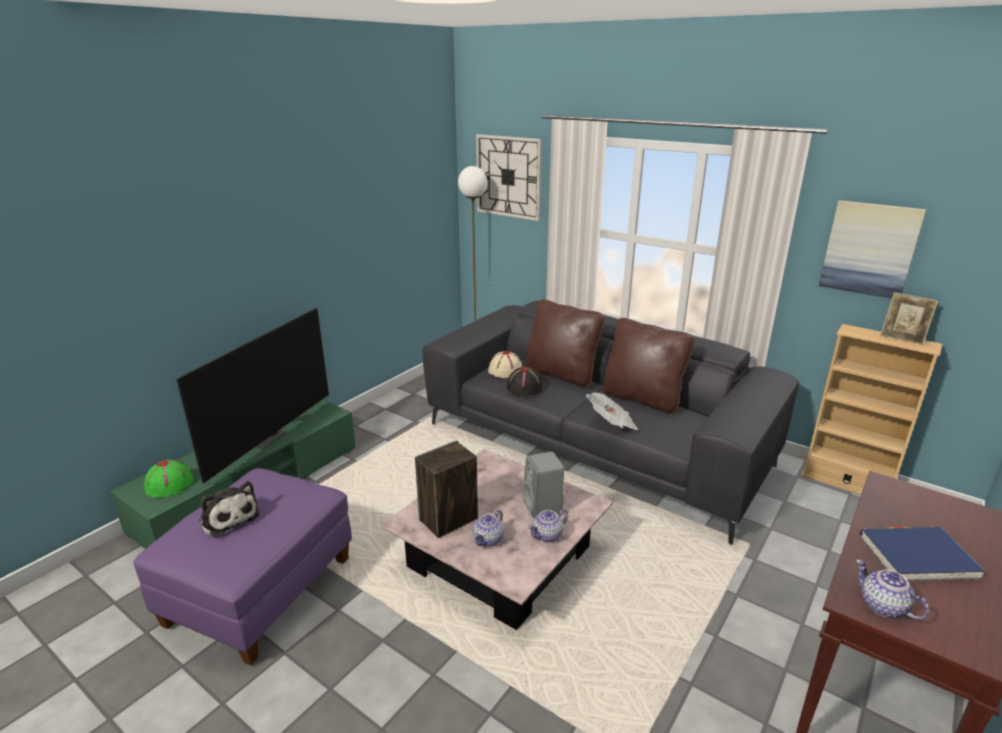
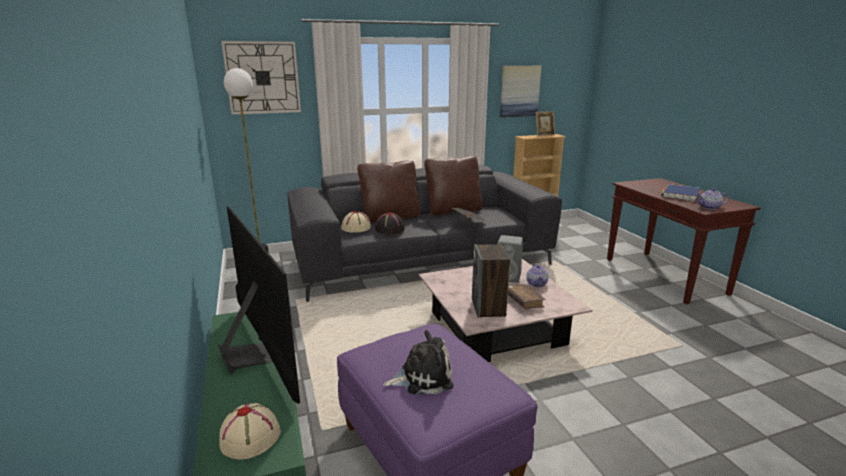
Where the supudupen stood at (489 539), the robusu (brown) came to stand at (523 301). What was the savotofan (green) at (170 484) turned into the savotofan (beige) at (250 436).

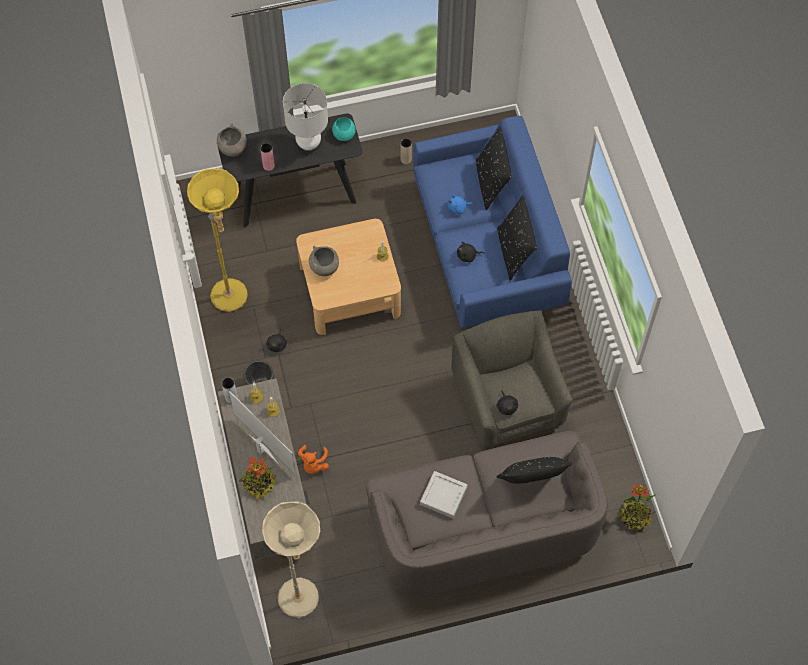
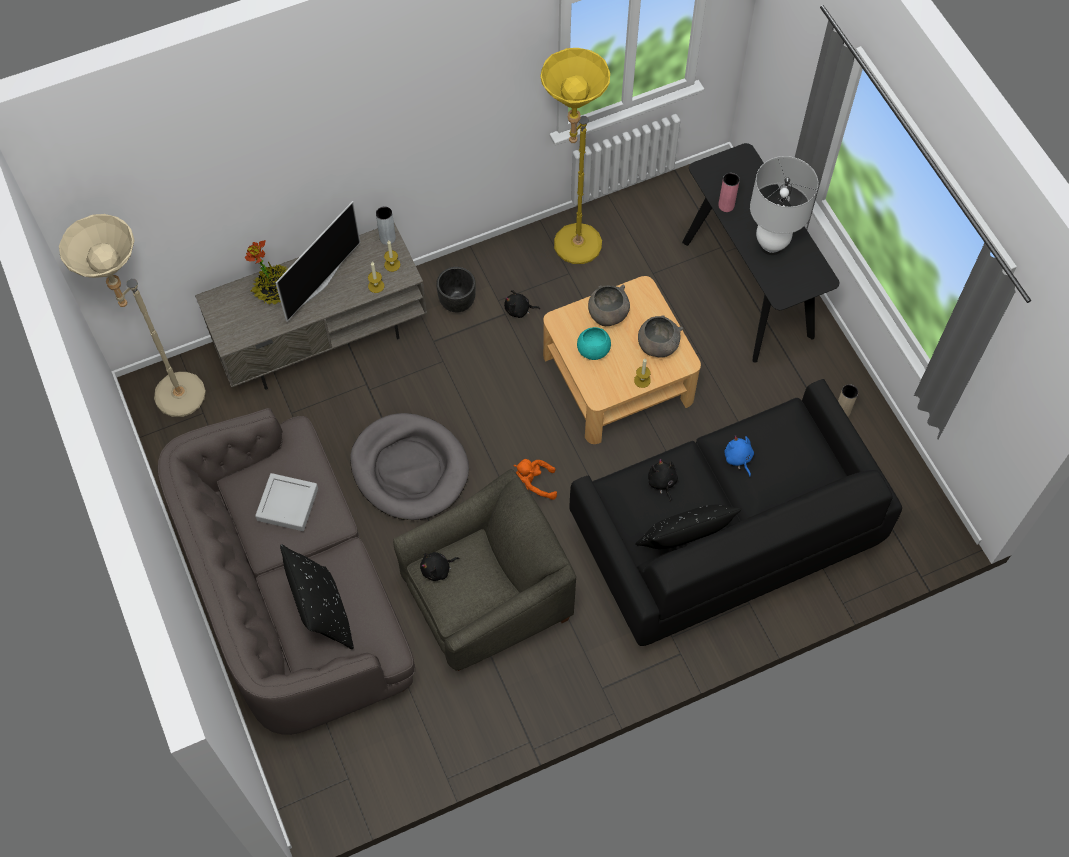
The second view lost the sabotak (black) at (491 183). The second view lost the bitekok at (635 517). The second view gained the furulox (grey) at (410 469). The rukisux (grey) ended up elsewhere, having gone from (232 149) to (657 346). The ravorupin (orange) ended up elsewhere, having gone from (313 464) to (532 486). The rukisux (turquoise) ended up elsewhere, having gone from (344 134) to (592 349). What was the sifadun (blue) at (486 249) turned into the sifadun (black) at (723 537).

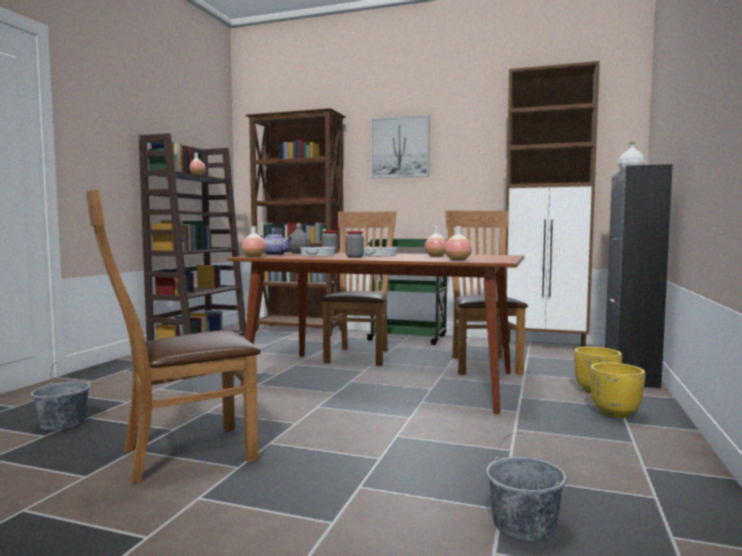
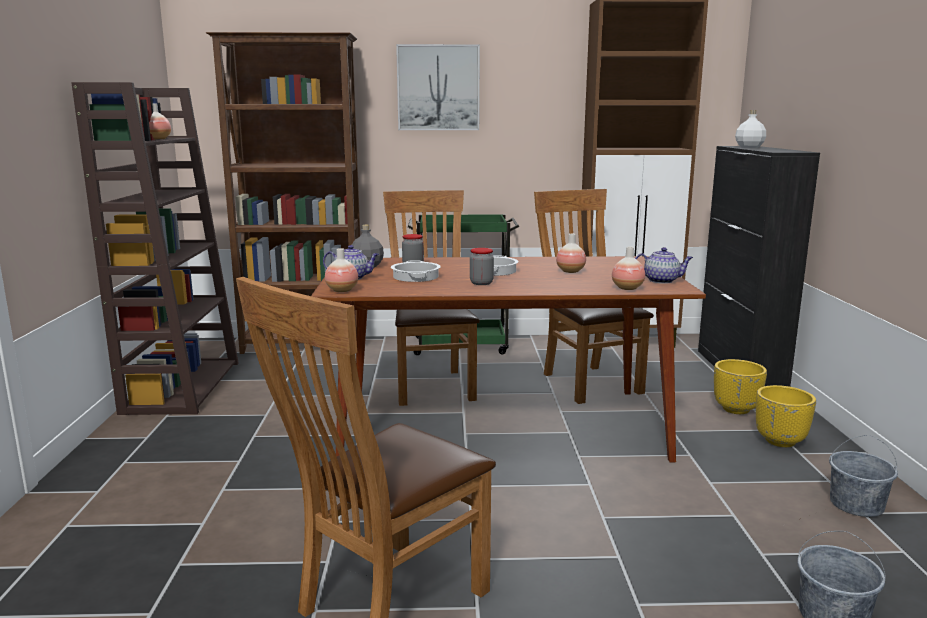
The second view gained the supudupen at (662 281). The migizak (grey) ended up elsewhere, having gone from (63 423) to (857 504).

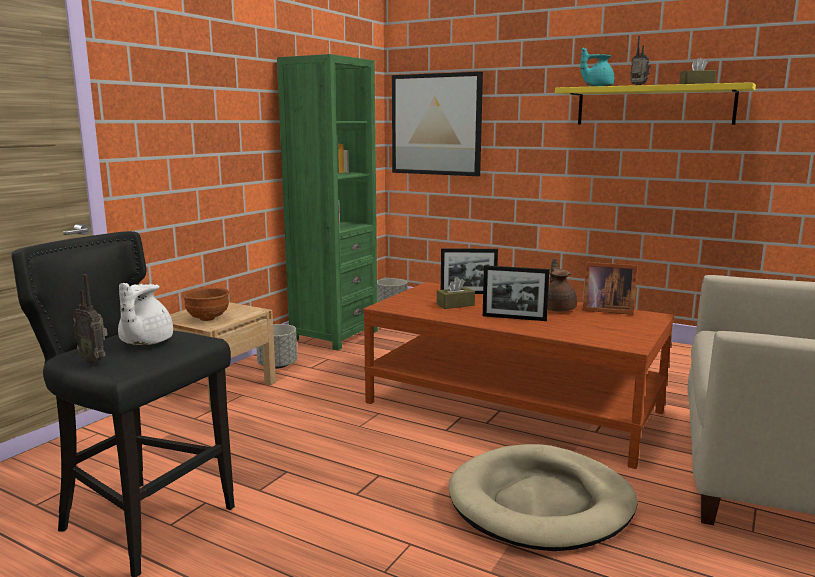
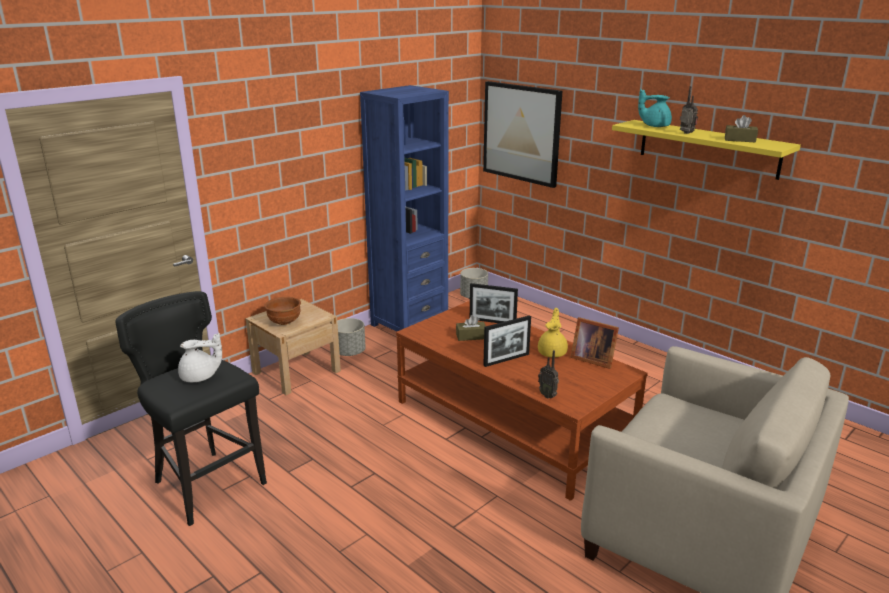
The second view lost the furulox (beige) at (541 503). The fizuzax ended up elsewhere, having gone from (94 360) to (548 395). What was the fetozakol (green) at (334 335) turned into the fetozakol (blue) at (409 323). What was the supudupen (brown) at (558 309) turned into the supudupen (yellow) at (552 352). The supudupen (white) at (145 342) ended up facing another way, 120 degrees counterclockwise from before. The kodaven at (514 318) ended up facing another way, 60 degrees counterclockwise from before.

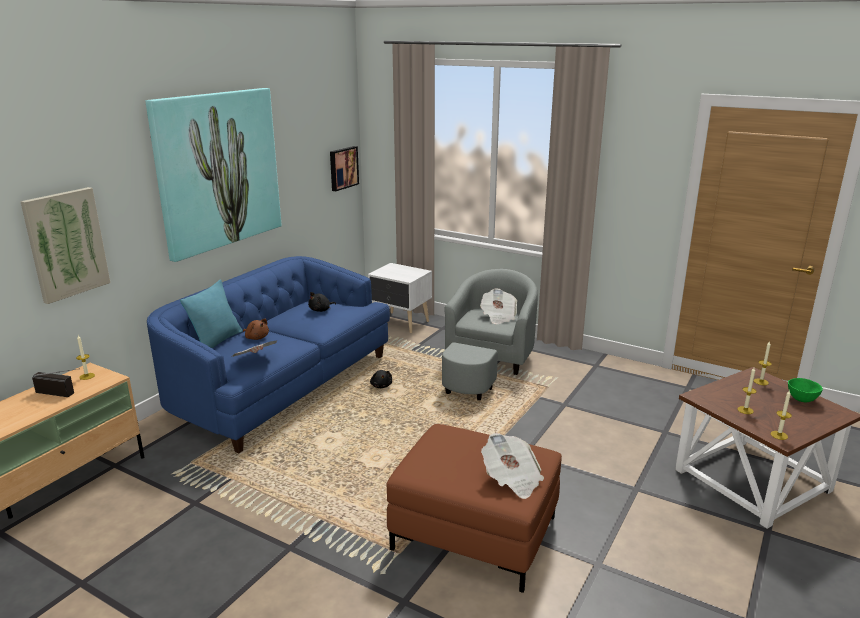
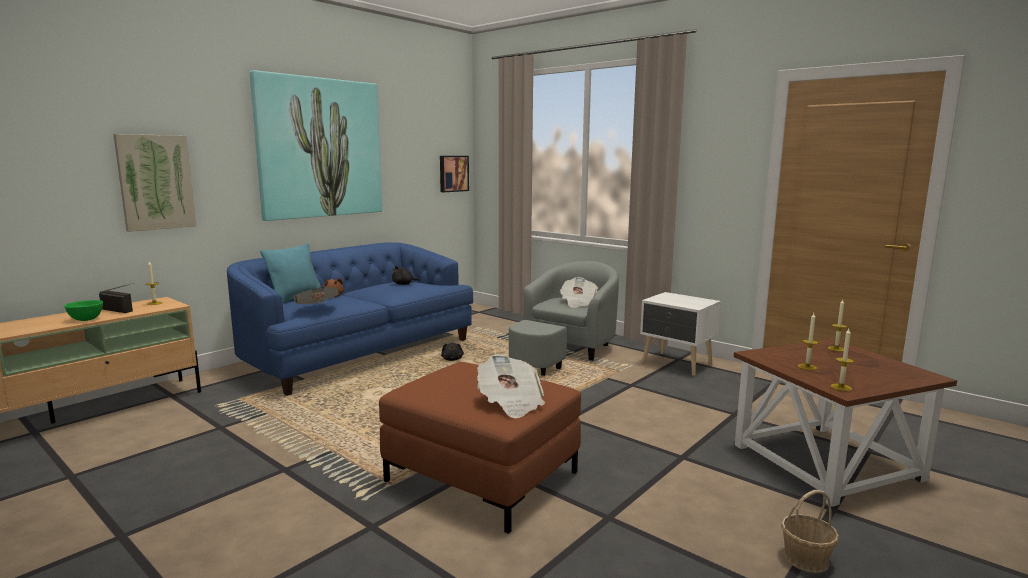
The second view gained the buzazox at (806 558). The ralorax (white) ended up elsewhere, having gone from (401 323) to (677 364). The rukisux (green) ended up elsewhere, having gone from (801 399) to (85 319).

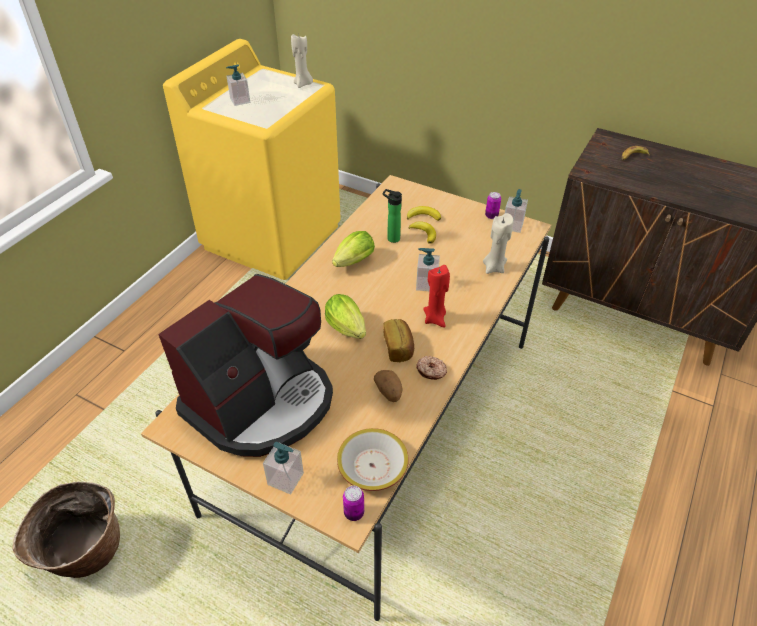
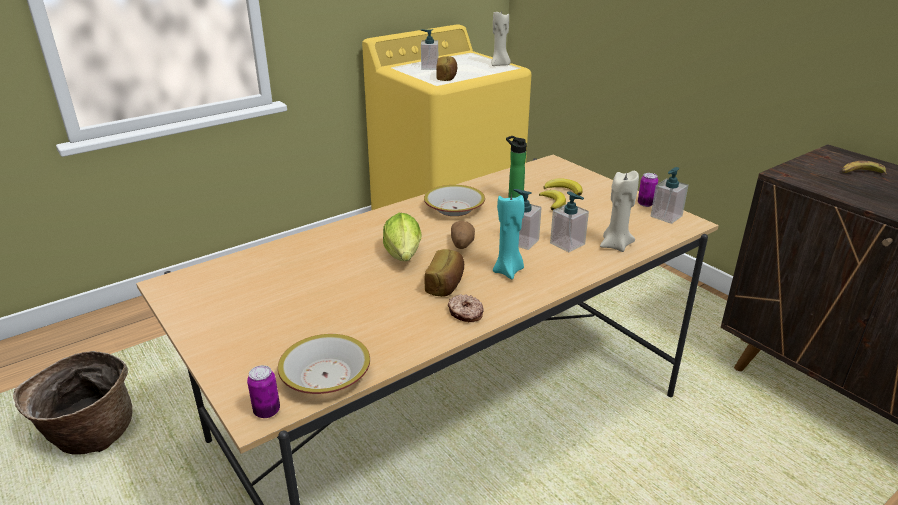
The second view lost the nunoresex at (262 402). The second view gained the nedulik at (447 77). The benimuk ended up elsewhere, having gone from (286 479) to (567 244). The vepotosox ended up elsewhere, having gone from (389 392) to (462 244). Where the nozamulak stood at (352 263), the rukisux came to stand at (454 209). What was the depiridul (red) at (435 318) turned into the depiridul (turquoise) at (508 271).

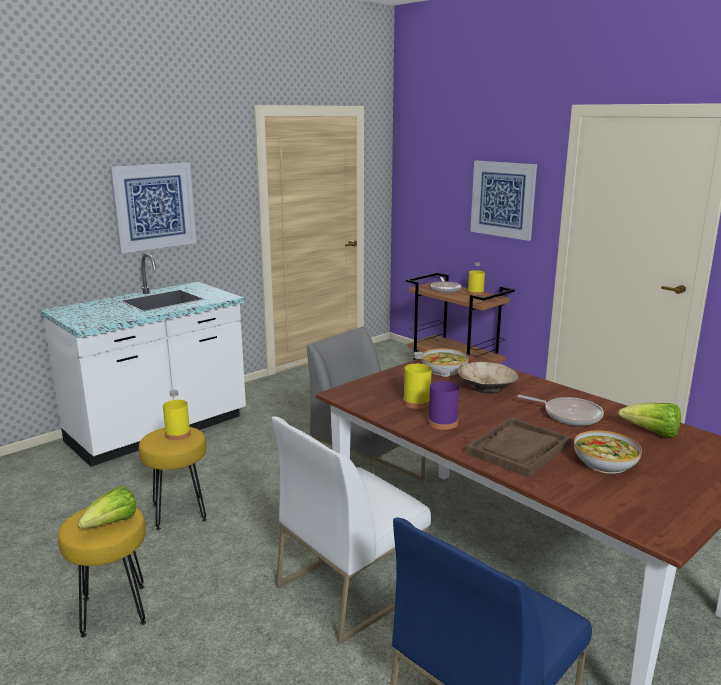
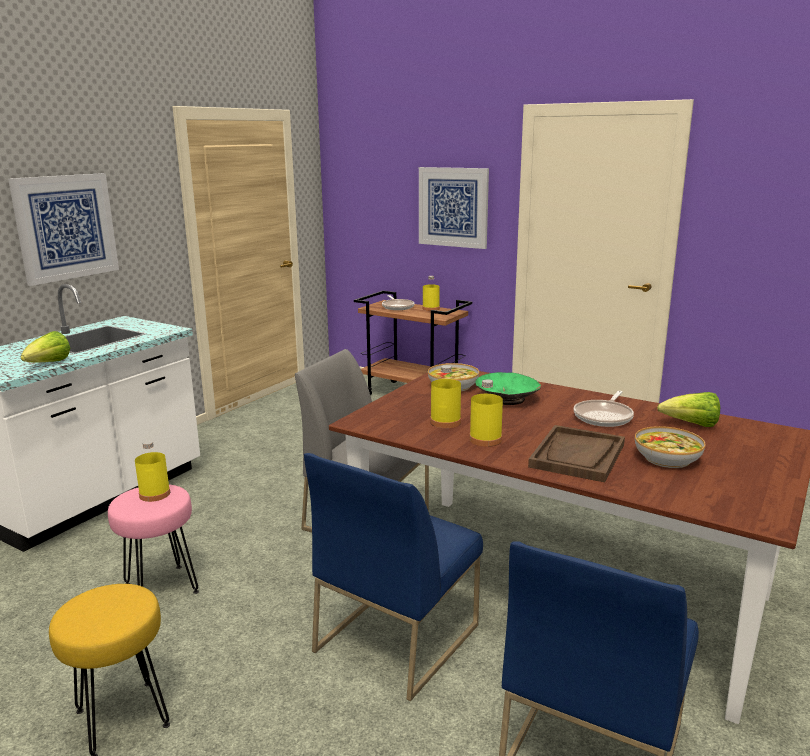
The nozamulak ended up elsewhere, having gone from (112 524) to (49 364). What was the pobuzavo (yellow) at (180 512) turned into the pobuzavo (pink) at (161 587). What was the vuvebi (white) at (351 587) turned into the vuvebi (blue) at (396 636). What was the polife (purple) at (442 423) turned into the polife (yellow) at (485 439). What was the rukisux (beige) at (486 387) turned into the rukisux (green) at (507 399). The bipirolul at (569 415) ended up facing another way, 105 degrees clockwise from before.

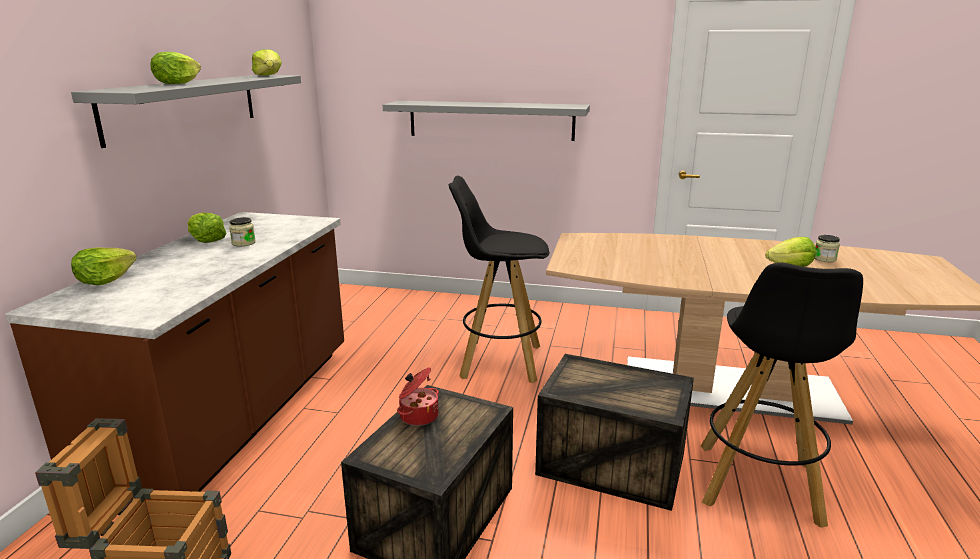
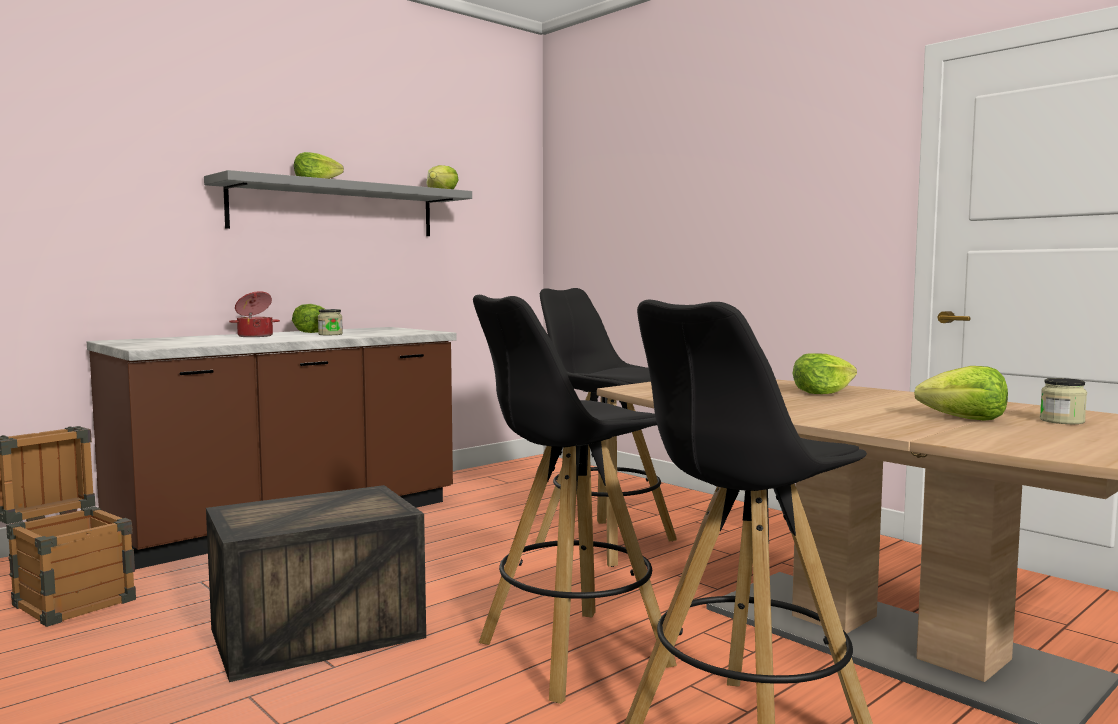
The second view lost the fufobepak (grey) at (491 120). The nozamulak ended up elsewhere, having gone from (105 280) to (822 392). The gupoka ended up elsewhere, having gone from (418 415) to (255 336). Where the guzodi stood at (609 464), the pobuzavo (black) came to stand at (571 655).

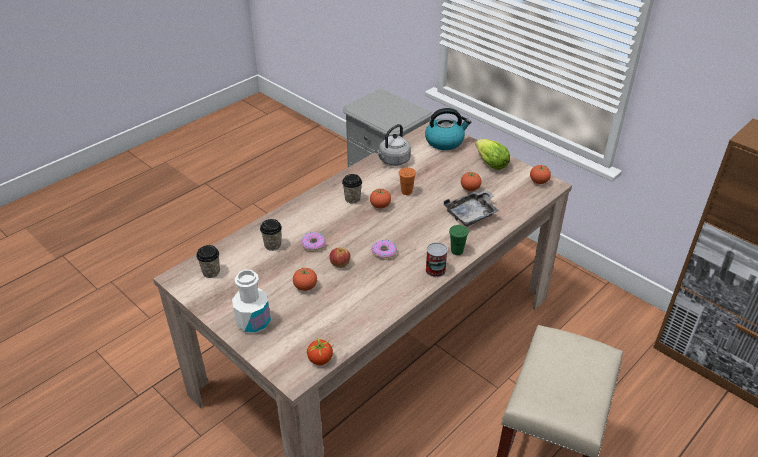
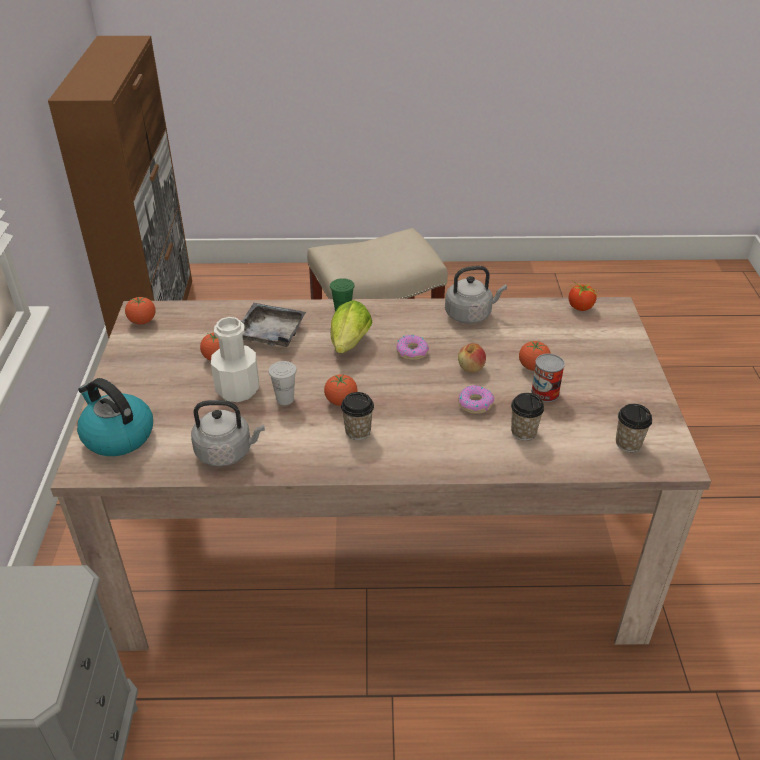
The second view gained the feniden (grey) at (470 314). The polife (white) ended up elsewhere, having gone from (253 322) to (237 389). The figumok ended up elsewhere, having gone from (435 270) to (545 392). The nozamulak ended up elsewhere, having gone from (489 163) to (348 346). What was the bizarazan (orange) at (406 191) turned into the bizarazan (white) at (285 399).

